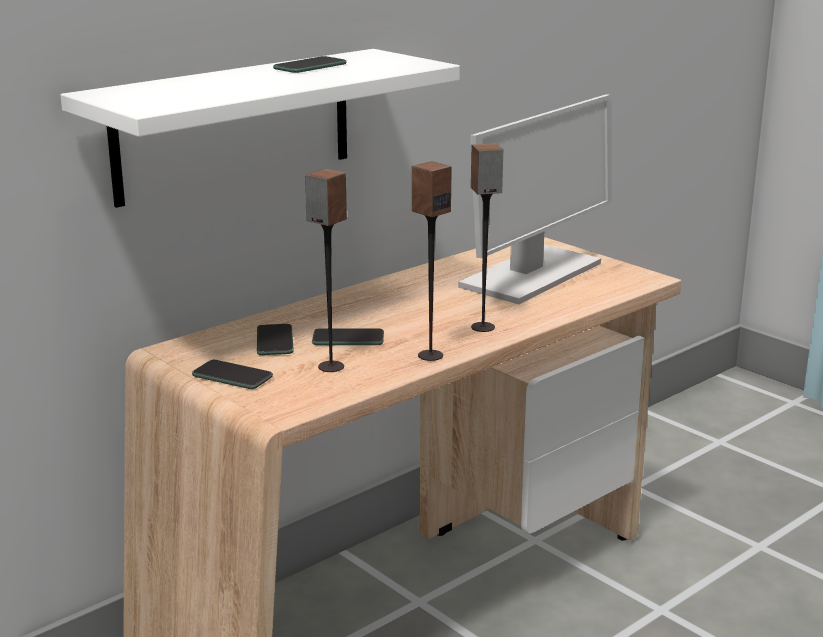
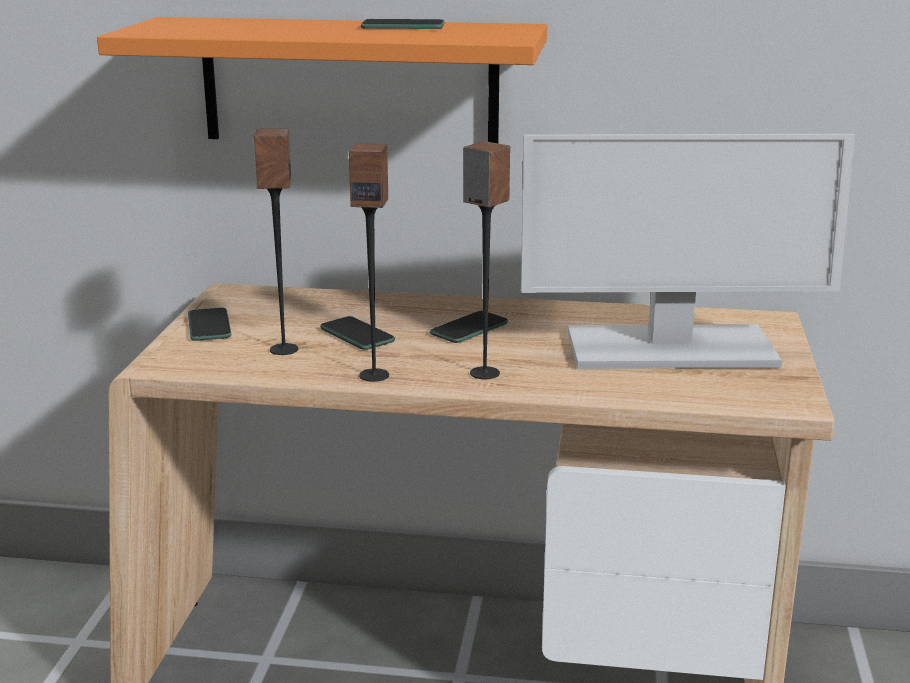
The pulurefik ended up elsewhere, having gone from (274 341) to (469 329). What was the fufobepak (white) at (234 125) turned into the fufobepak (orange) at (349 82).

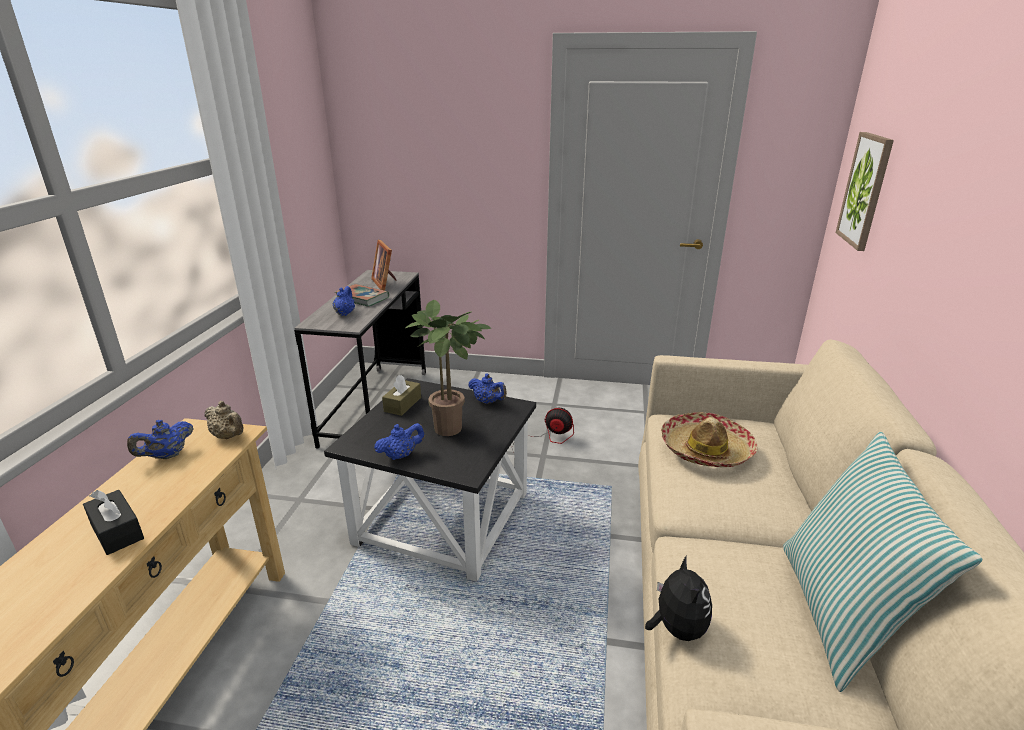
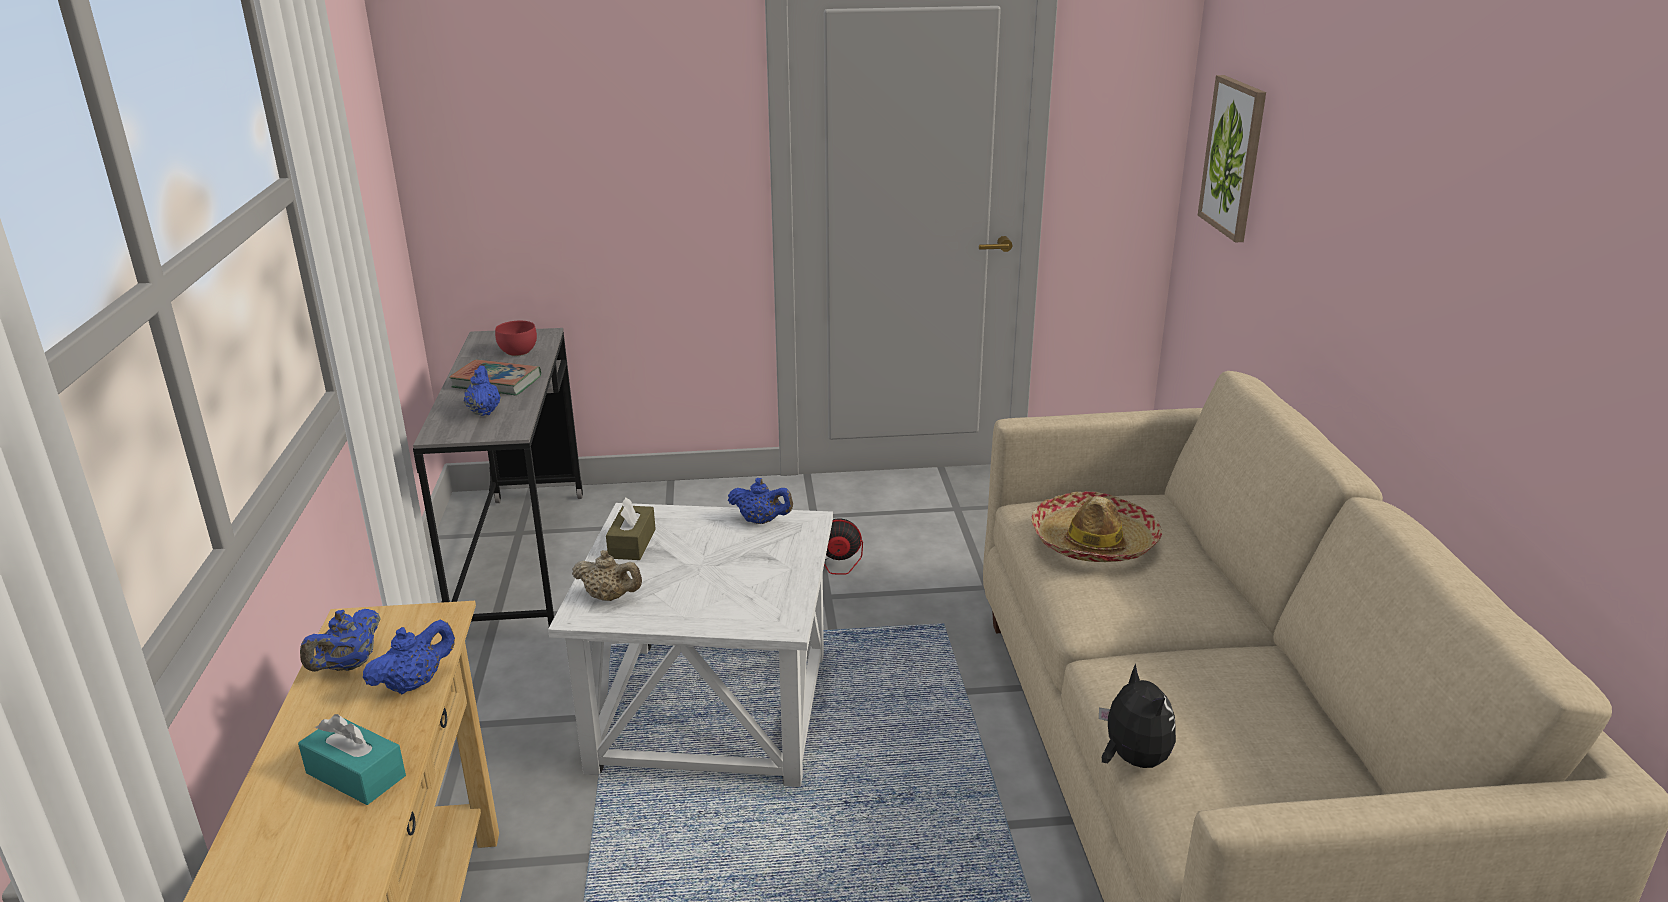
The second view lost the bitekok at (453 429). The second view lost the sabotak at (840 614). The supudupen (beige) ended up elsewhere, having gone from (229 436) to (610 597). The supudupen (blue) ended up elsewhere, having gone from (401 455) to (414 683). Where the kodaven stood at (386 283), the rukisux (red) came to stand at (520 352). What was the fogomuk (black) at (117 531) turned into the fogomuk (turquoise) at (356 774). What was the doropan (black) at (445 517) turned into the doropan (white) at (715 709).

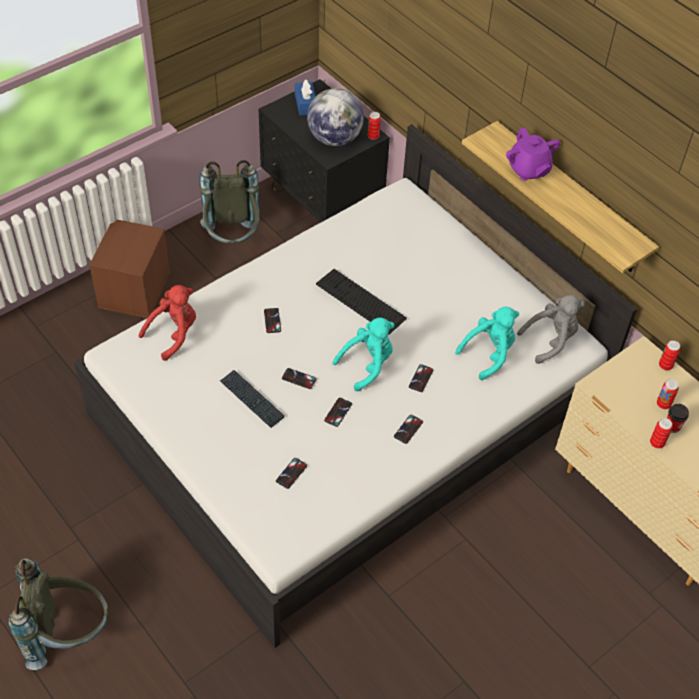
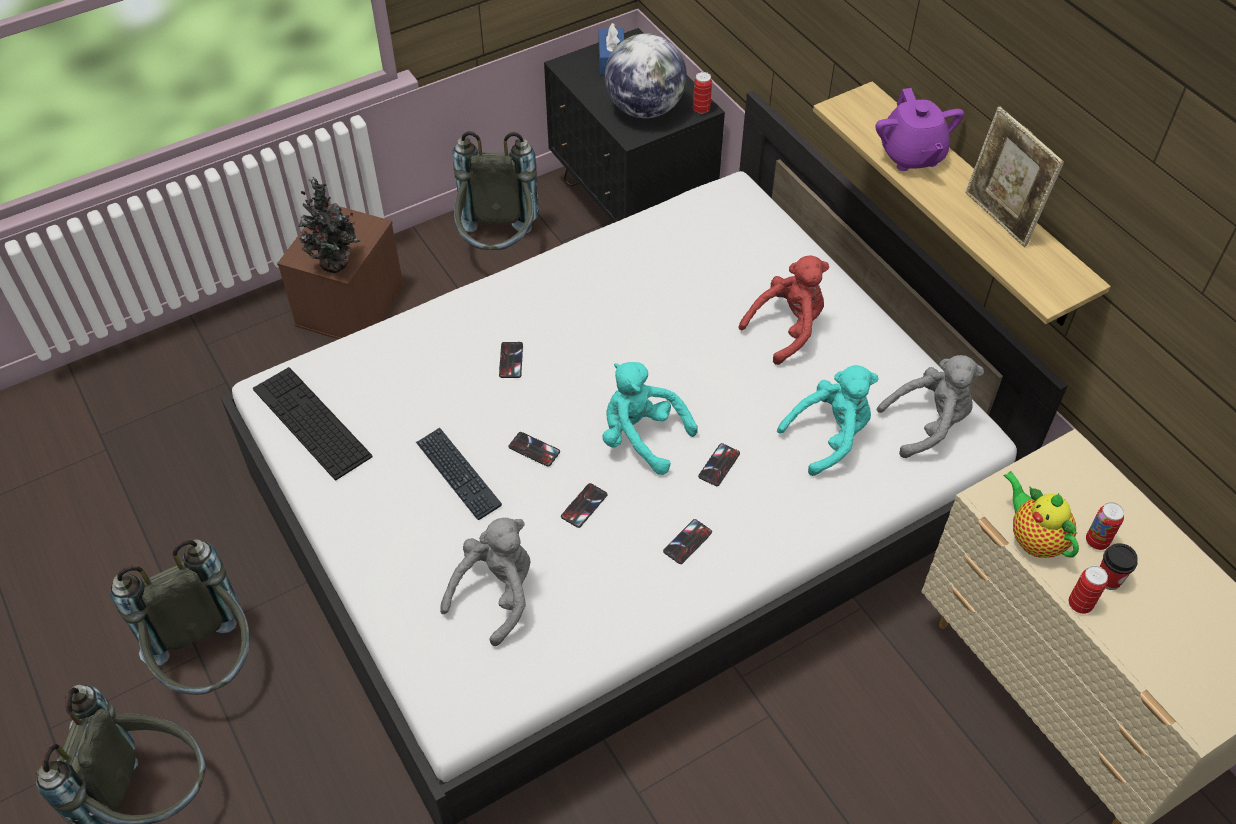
The second view lost the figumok at (665 365). The second view gained the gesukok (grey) at (210 665). The second view gained the bitekok at (336 265). The second view gained the kodaven at (999 218). The second view gained the supudupen at (1033 538). The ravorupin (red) ended up elsewhere, having gone from (174 334) to (787 329). The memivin ended up elsewhere, having gone from (360 301) to (311 422). Where the pulurefik stood at (291 473), the ravorupin (grey) came to stand at (496 594). The ravorupin (turquoise) at (367 365) ended up facing another way, 120 degrees counterclockwise from before.

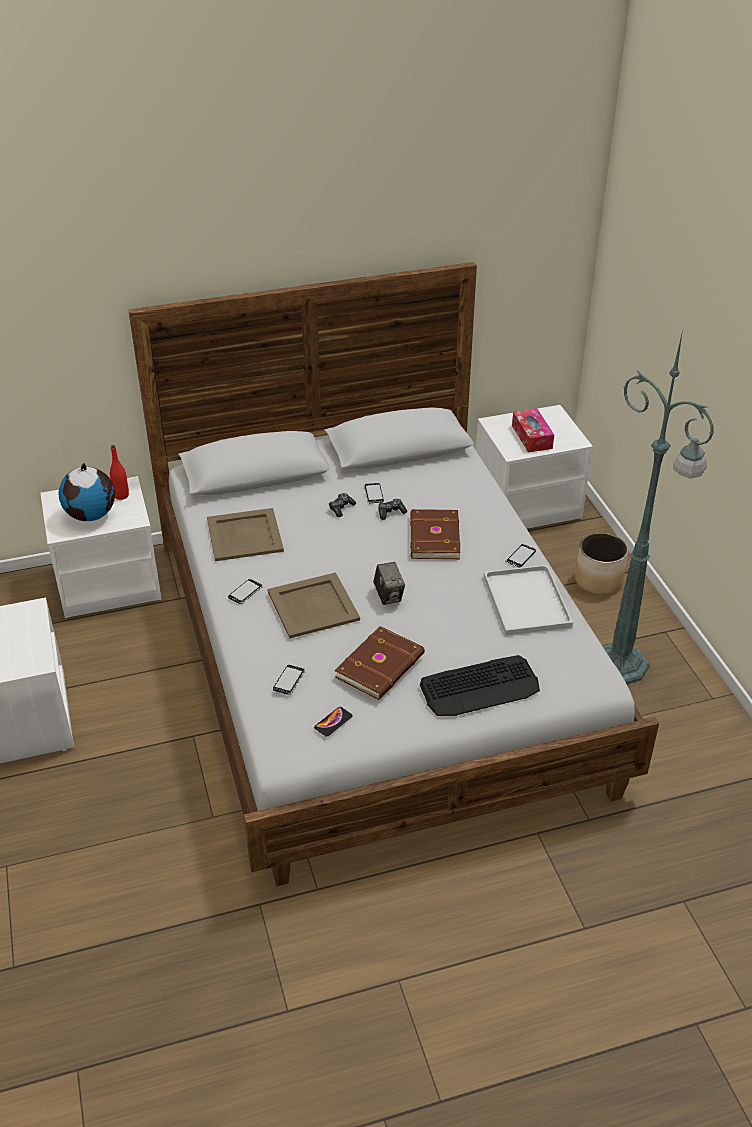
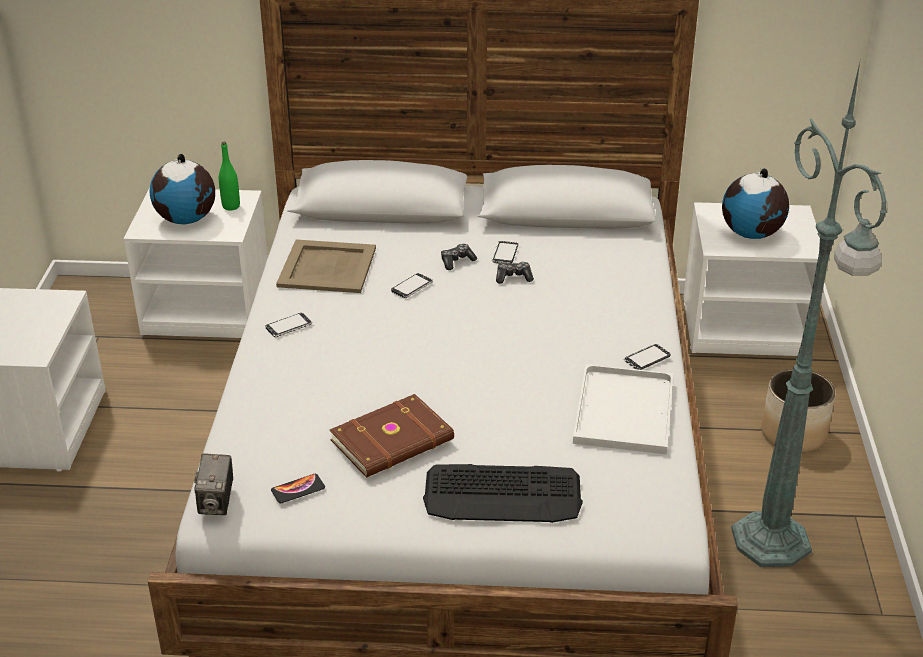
The second view lost the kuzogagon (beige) at (314 606). The second view lost the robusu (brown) at (433 537). The pulurefik ended up elsewhere, having gone from (289 680) to (412 287). The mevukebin ended up elsewhere, having gone from (388 596) to (217 503). Where the fogomuk stood at (532 437), the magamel came to stand at (752 234). What was the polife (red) at (121 495) turned into the polife (green) at (231 206).

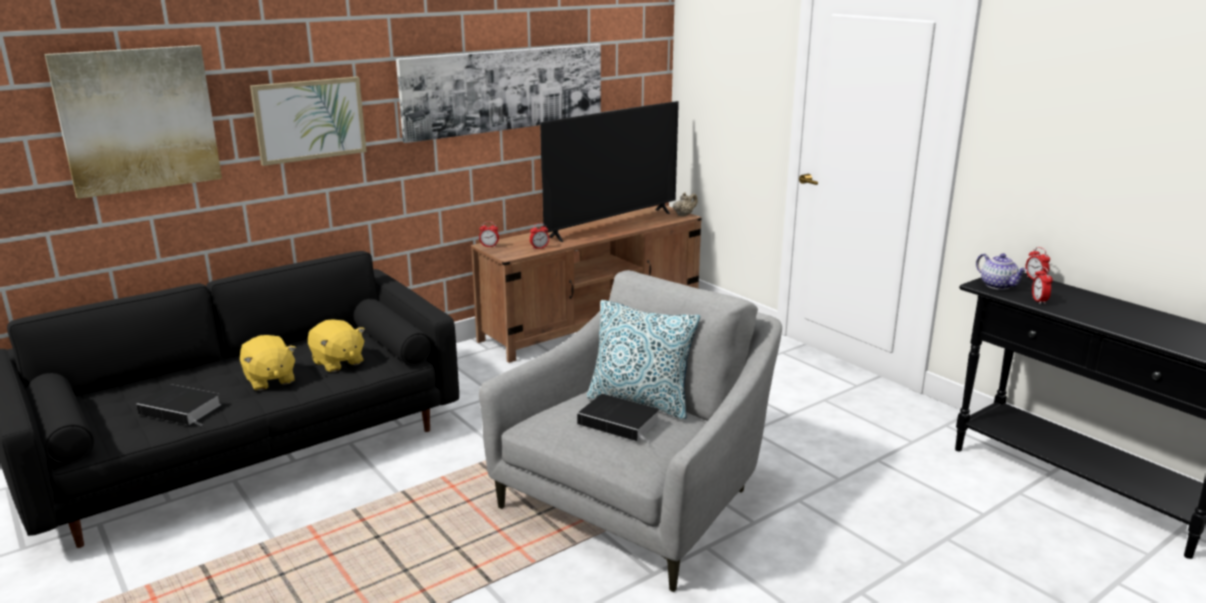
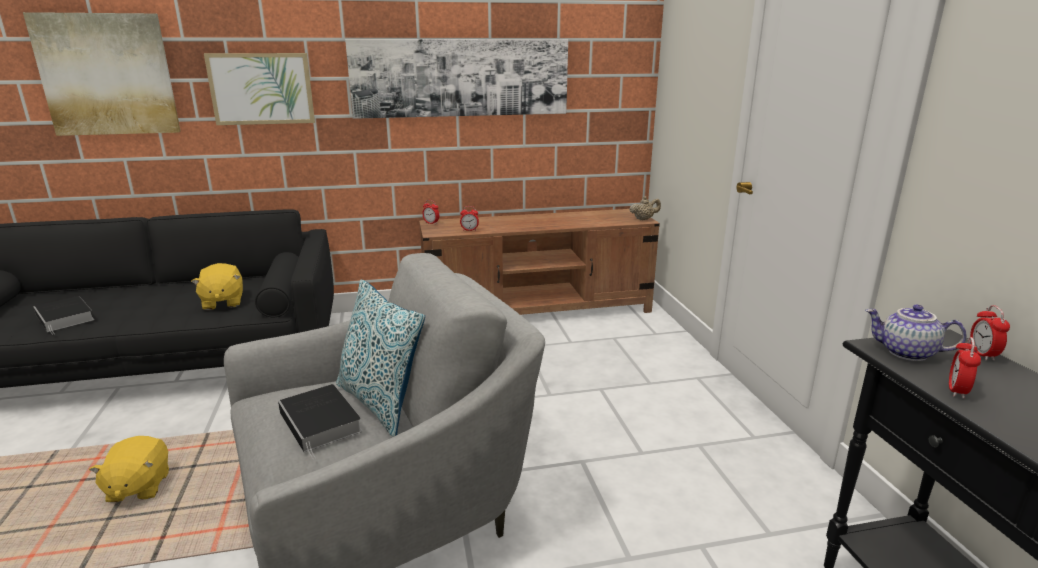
The second view lost the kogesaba at (611 225). The ravorupin (yellow) ended up elsewhere, having gone from (269 380) to (138 487). The supudupen at (998 285) ended up facing another way, 120 degrees clockwise from before.

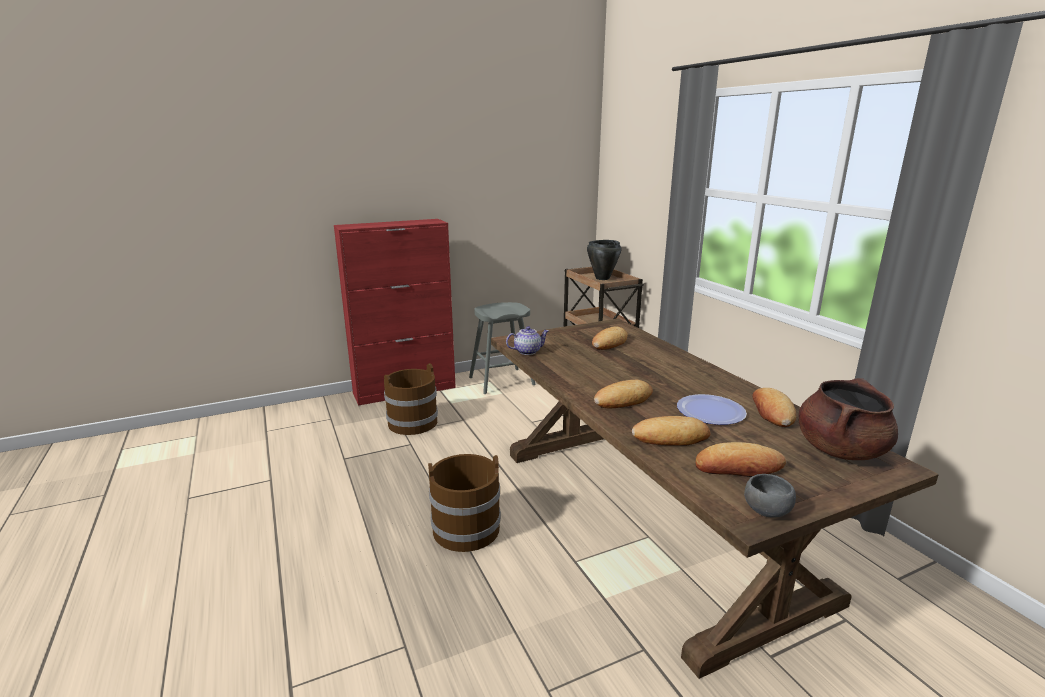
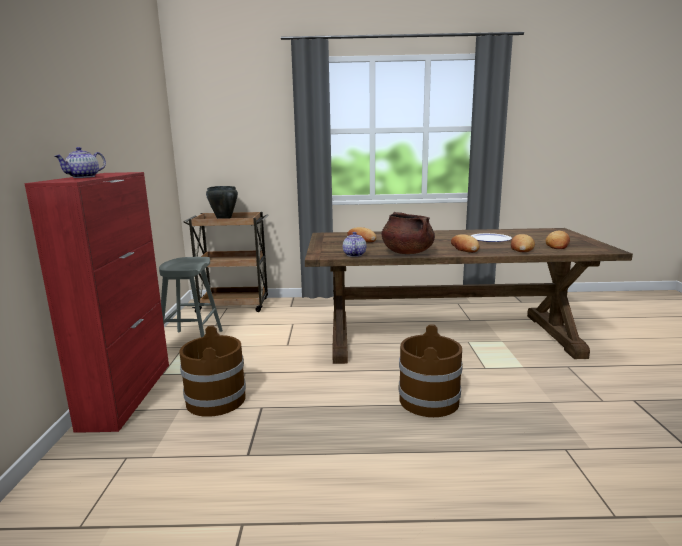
The second view lost the rukisux (grey) at (766 510). The second view lost the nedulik at (772 412). The second view gained the supudupen at (83 177). The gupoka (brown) ended up elsewhere, having gone from (840 450) to (407 252).

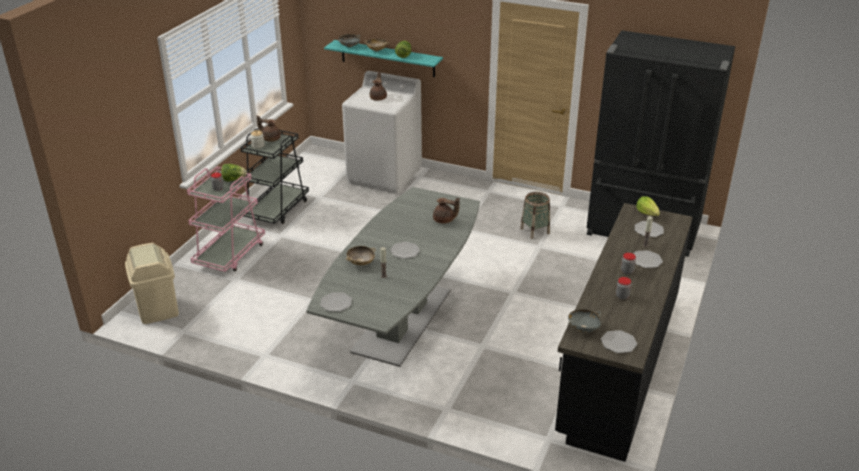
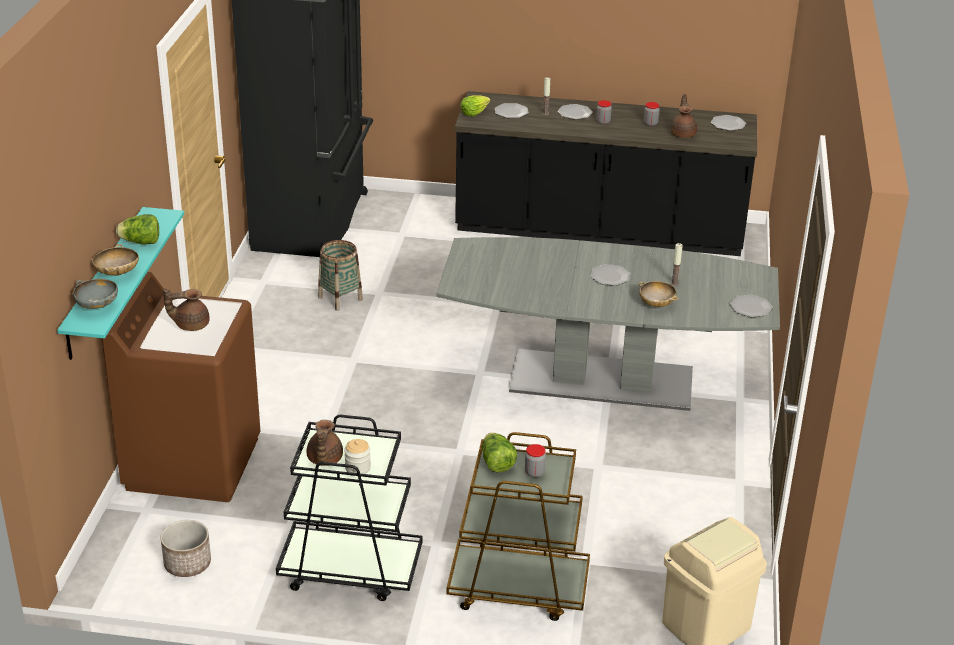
The second view lost the rukisux (grey) at (583 328). The second view gained the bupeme at (188 564). The supudupen (brown) ended up elsewhere, having gone from (444 220) to (683 134). What was the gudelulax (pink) at (230 254) turned into the gudelulax (brown) at (517 588). What was the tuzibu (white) at (384 175) turned into the tuzibu (brown) at (193 462).

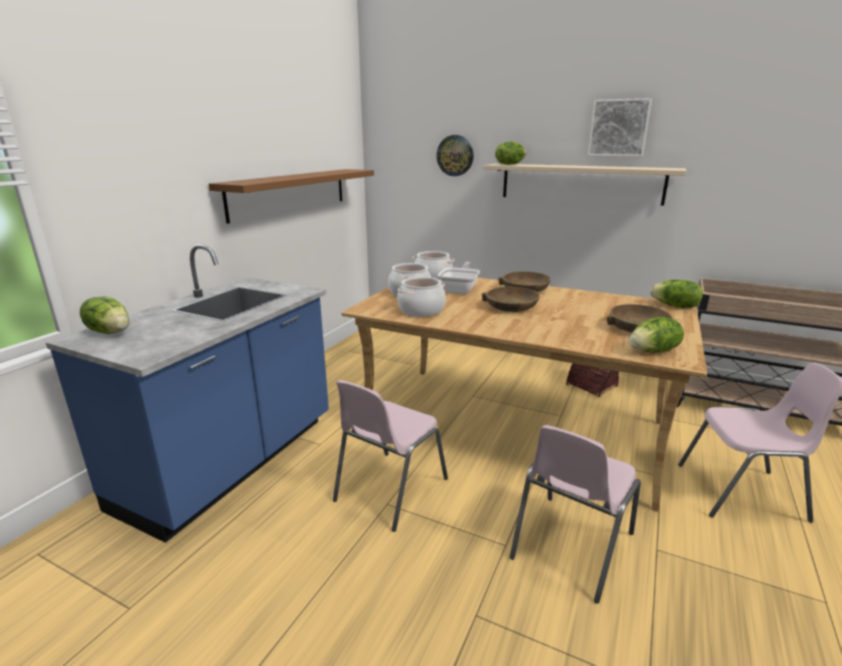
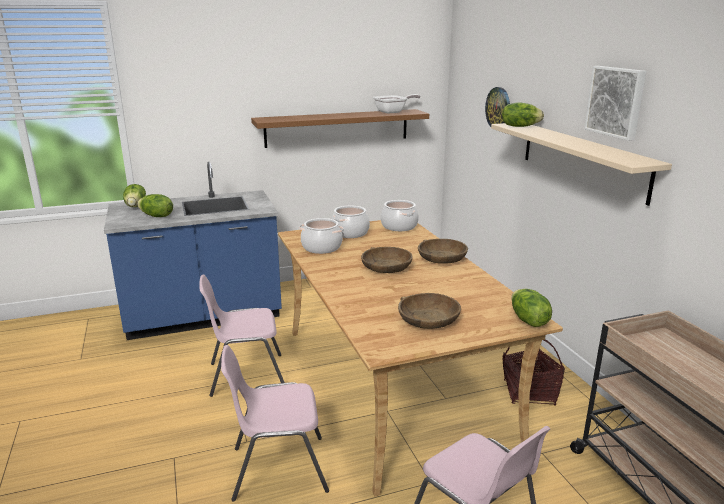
The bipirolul ended up elsewhere, having gone from (460 290) to (393 112). The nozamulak ended up elsewhere, having gone from (653 351) to (156 216).

